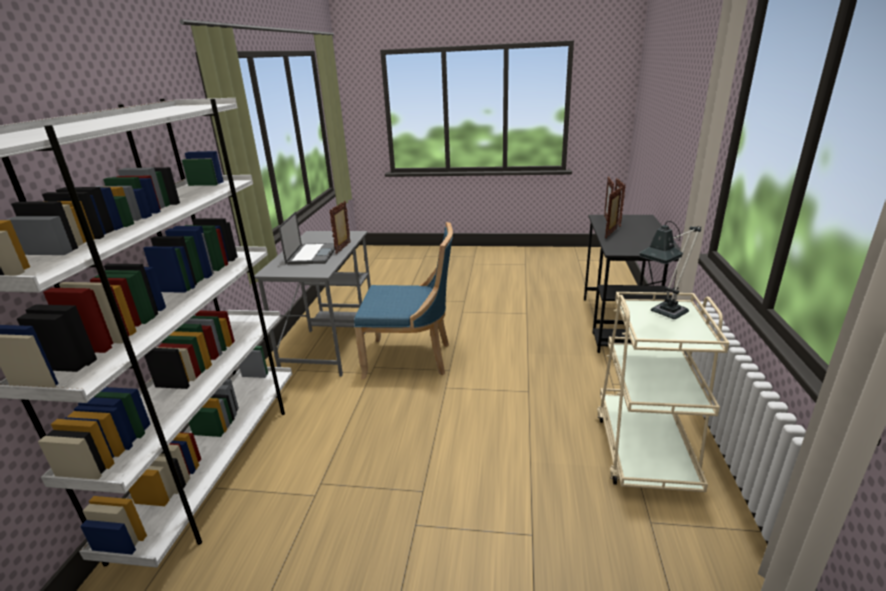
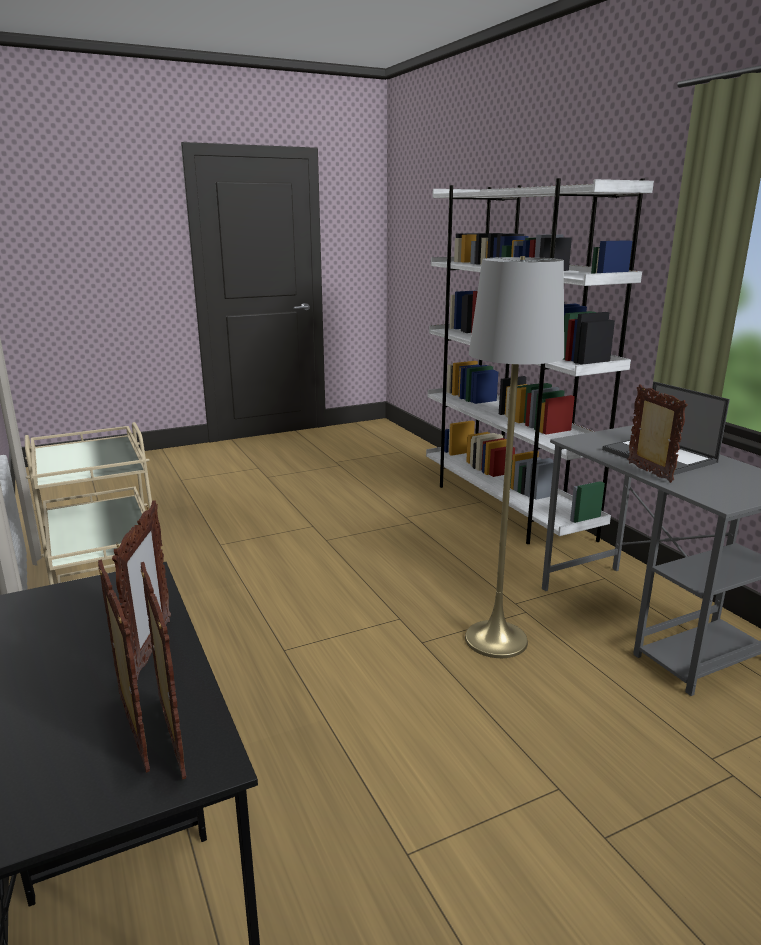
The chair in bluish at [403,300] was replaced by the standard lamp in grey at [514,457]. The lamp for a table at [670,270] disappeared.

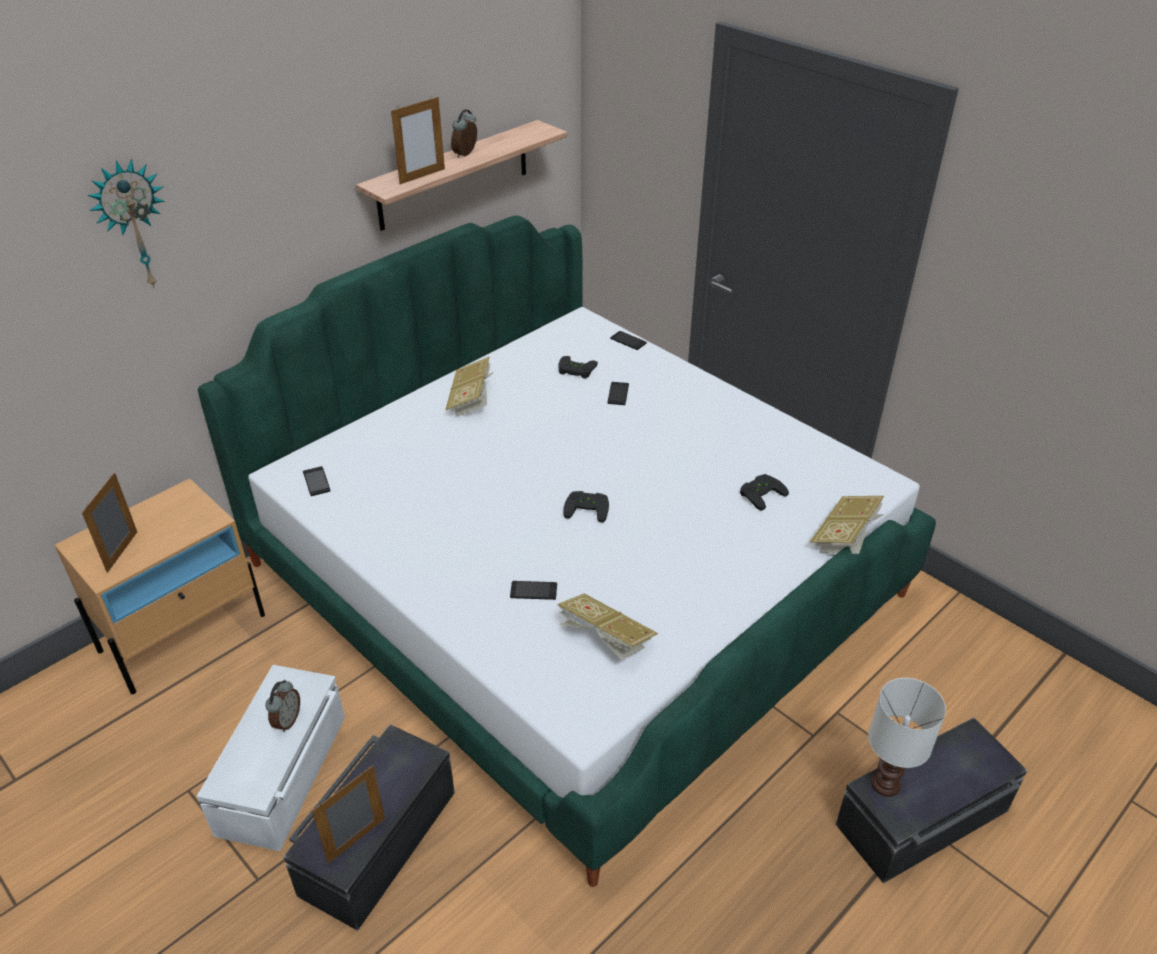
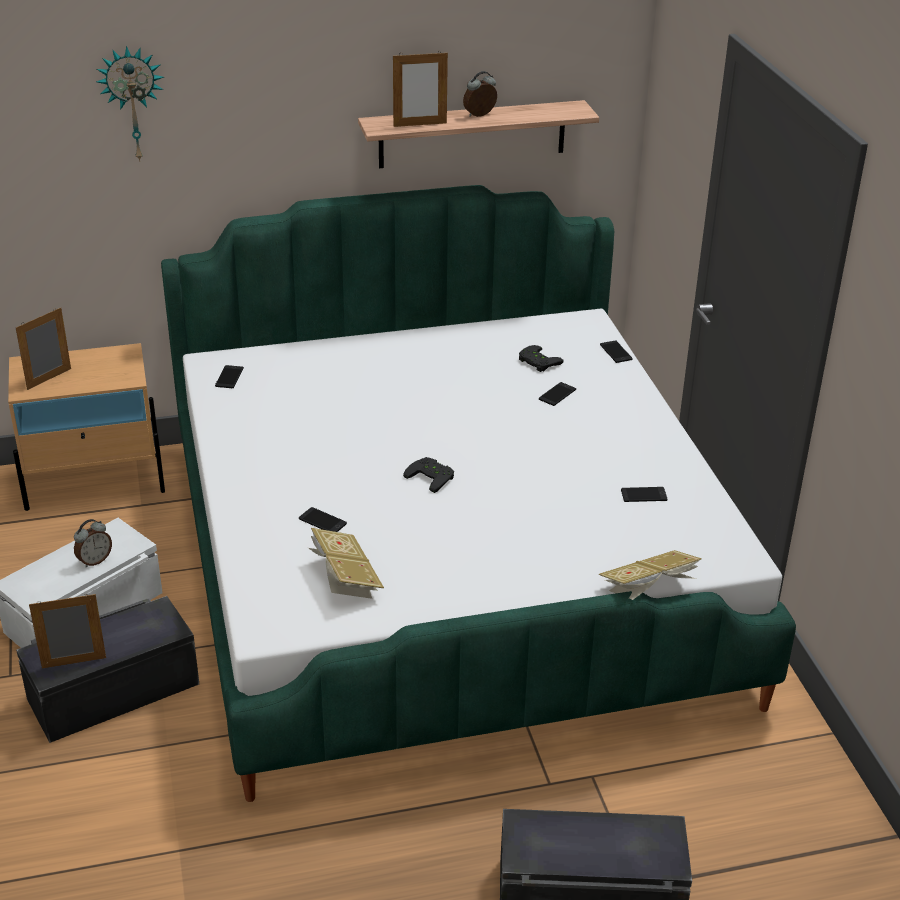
The volume at [469,387] disappeared. The joypad in blackish at [764,492] disappeared. The lamp for a table in white at [907,737] disappeared. The phone at [644,494] appeared.

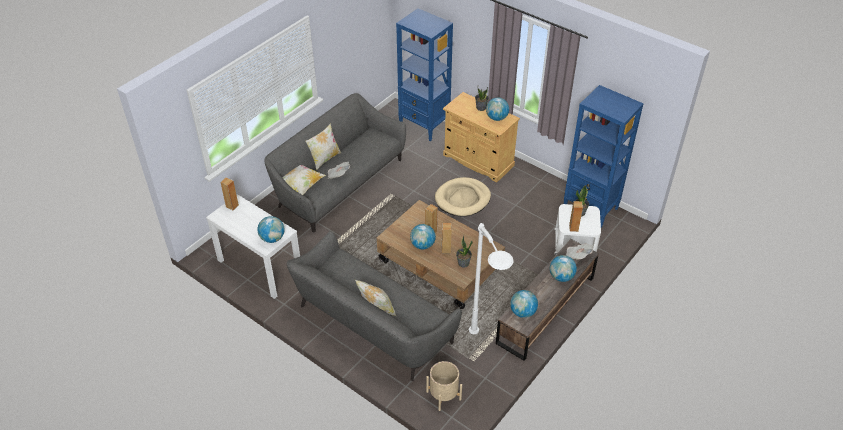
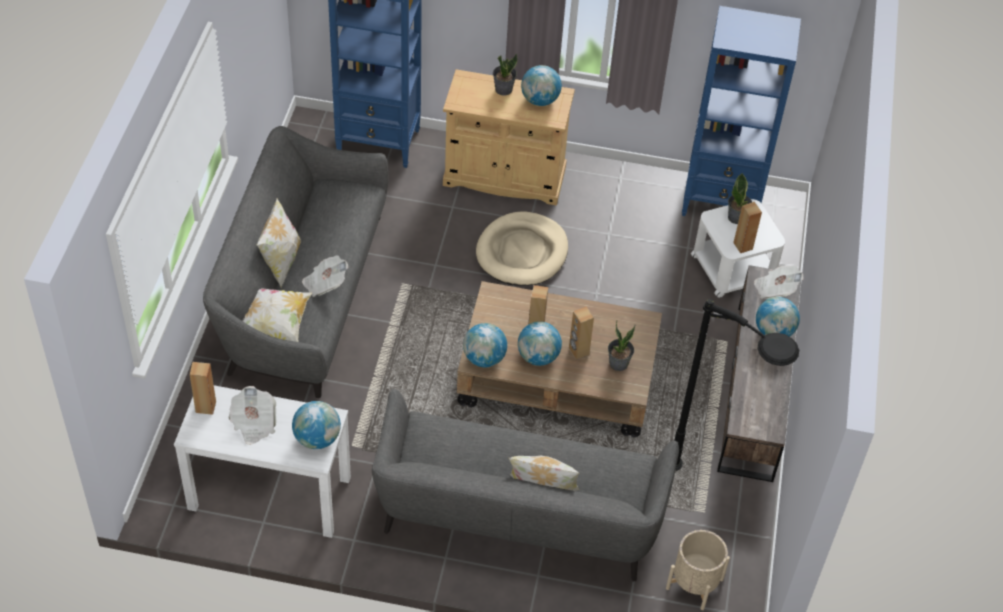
The standard lamp in white at [491,278] became the standard lamp in blackish at [736,385]. The desk globe moved from [524,304] to [485,345]. The printed paper at [253,415] appeared.

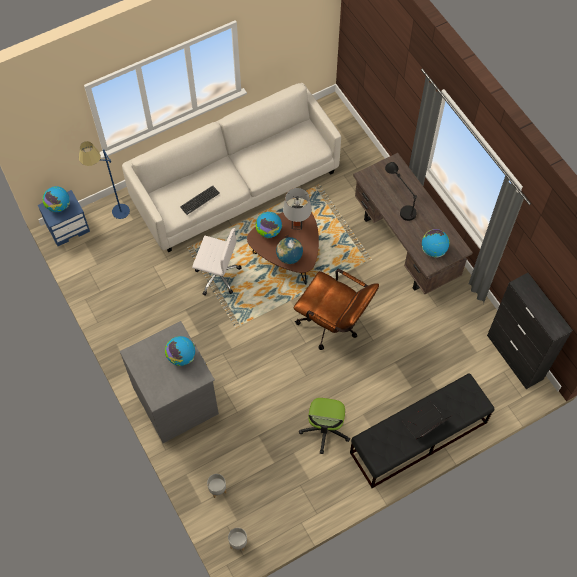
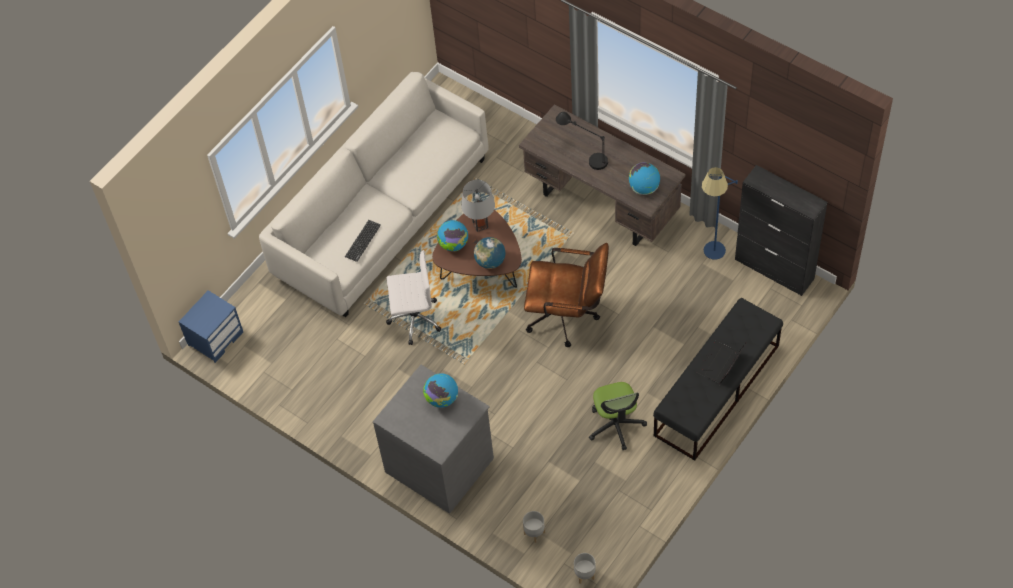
The desk globe at [56,199] disappeared. The standard lamp in bluish moved from [104,180] to [720,213].

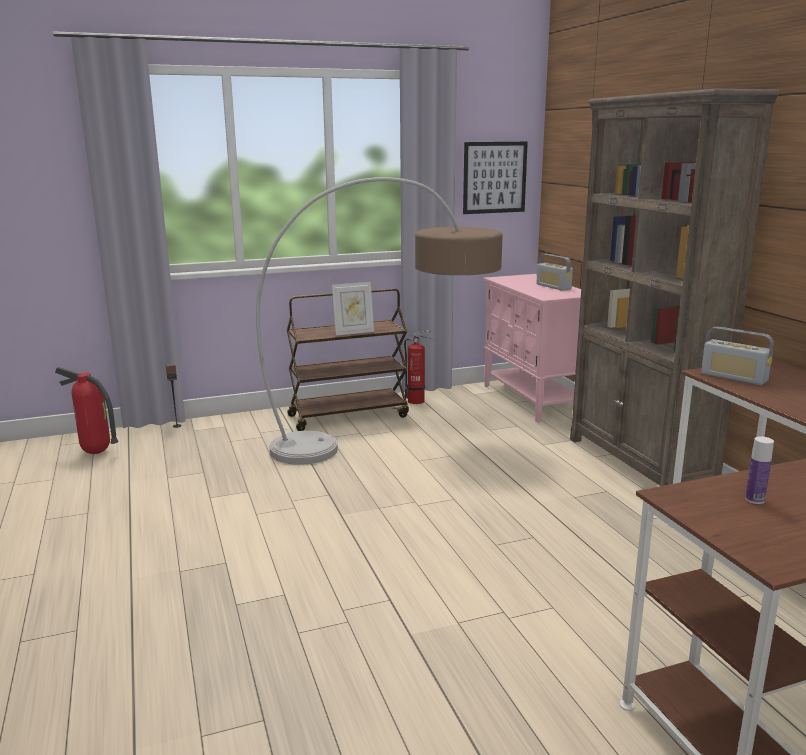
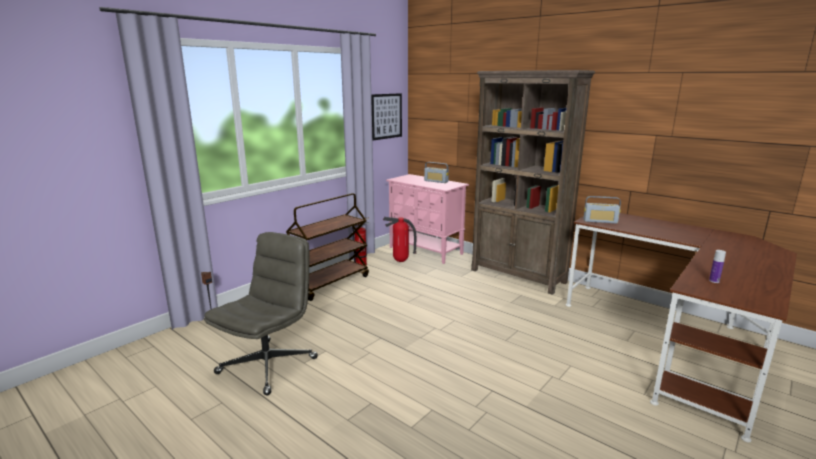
The fire-fighting cylinder moved from [86,410] to [399,239]. The standard lamp at [379,321] disappeared. The photo frame at [353,309] disappeared. The office chair in grey at [261,313] appeared.

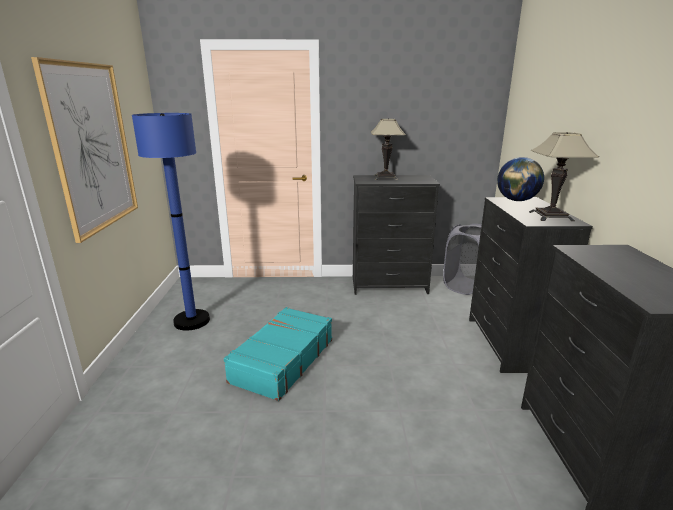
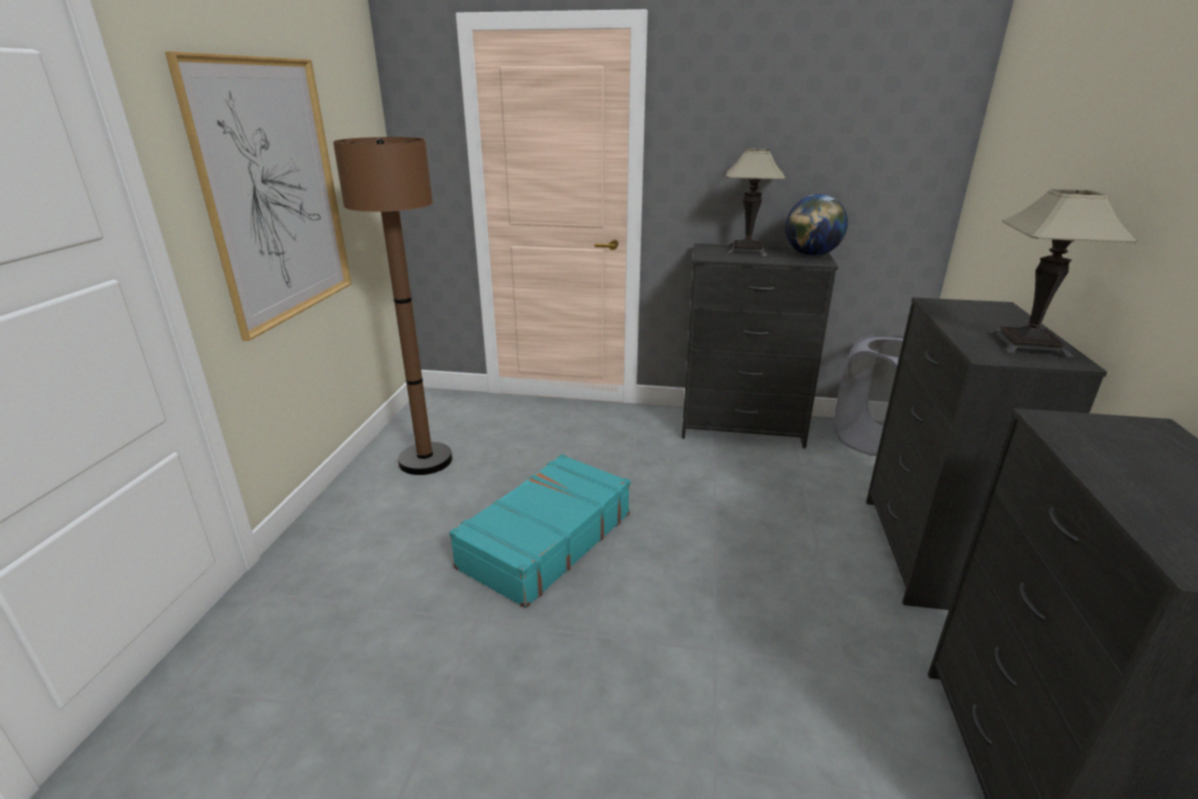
The standard lamp in bluish at [171,222] became the standard lamp in brown-coloured at [392,306]. The desk globe moved from [520,179] to [816,225].

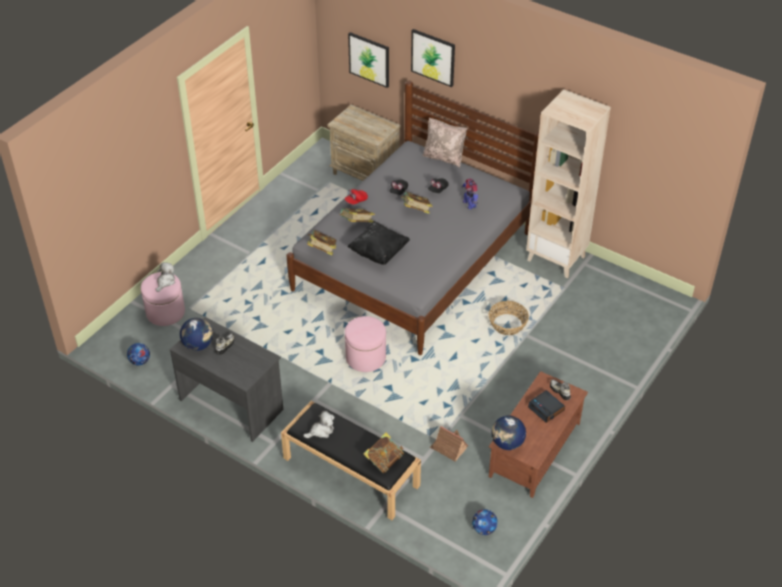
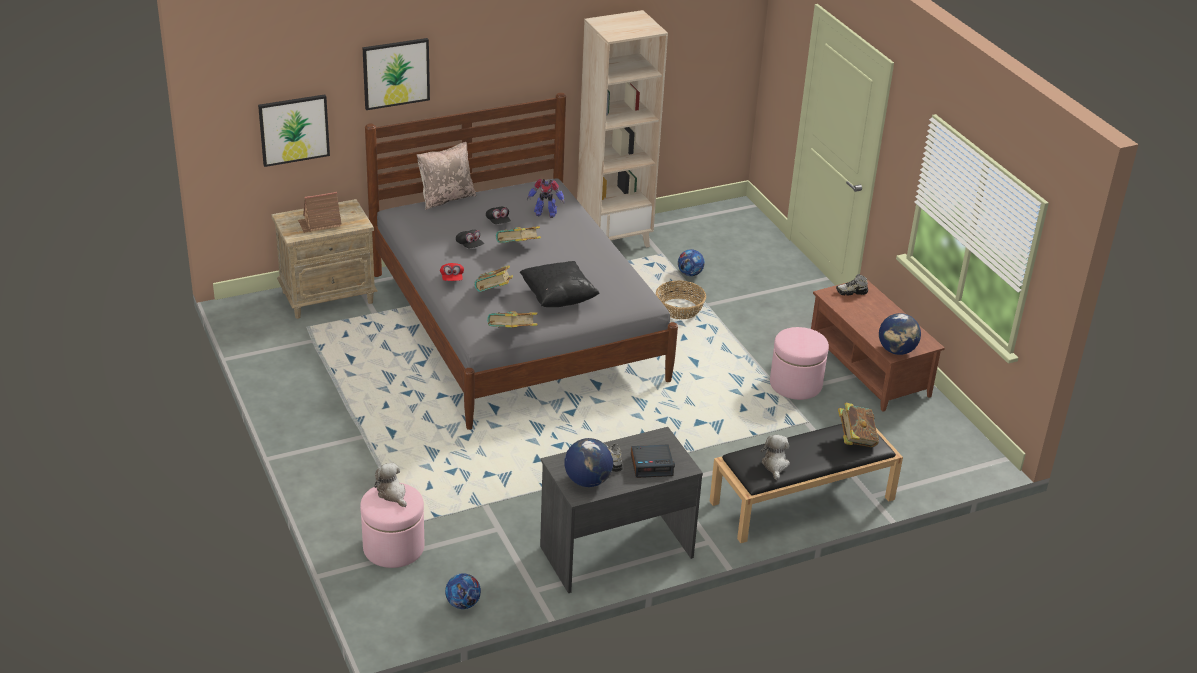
The footrest in pink-coloured moved from [365,344] to [799,363]. The model house moved from [449,443] to [320,212]. The ball for football moved from [485,522] to [691,262]. The bedside clock moved from [546,406] to [653,461].

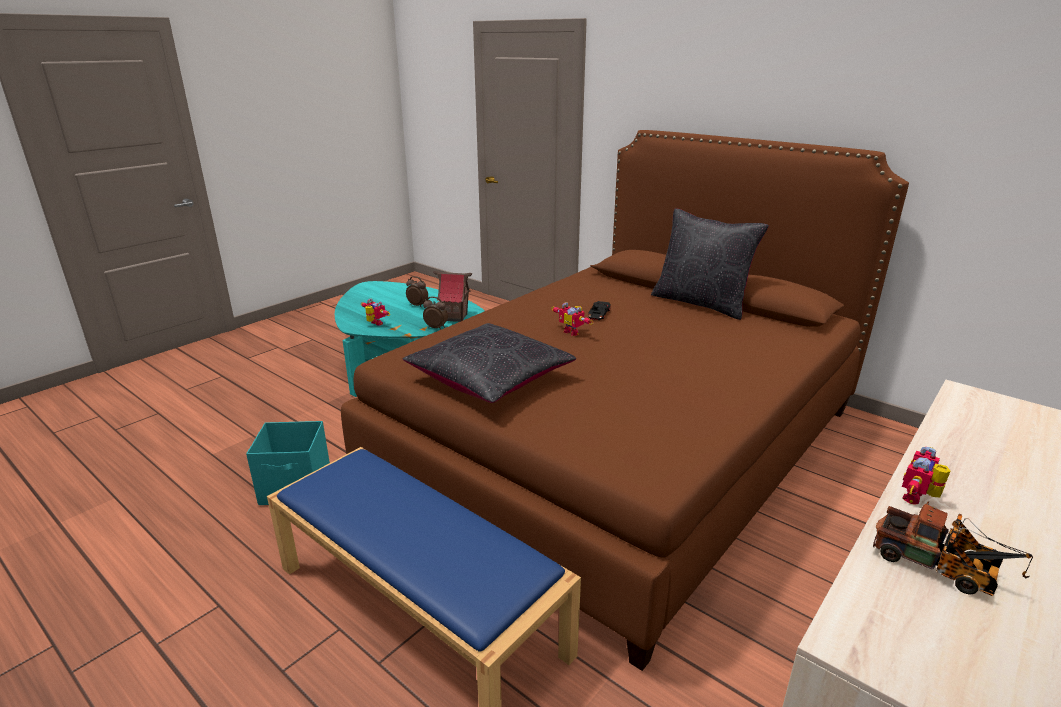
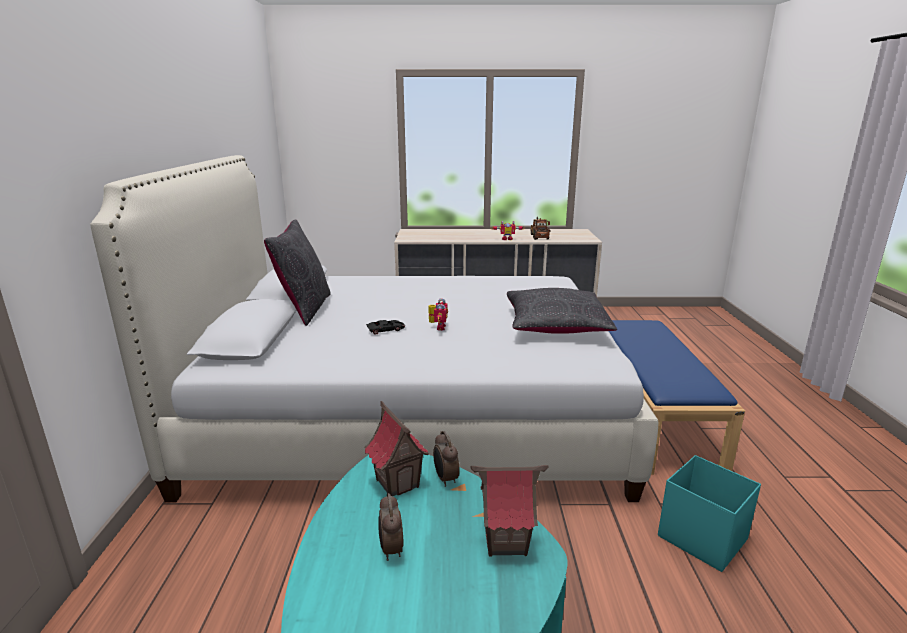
The sleeping bed in brown-coloured at [625,400] became the sleeping bed in white at [374,328]. The model robot at [375,312] was replaced by the model house at [509,511].

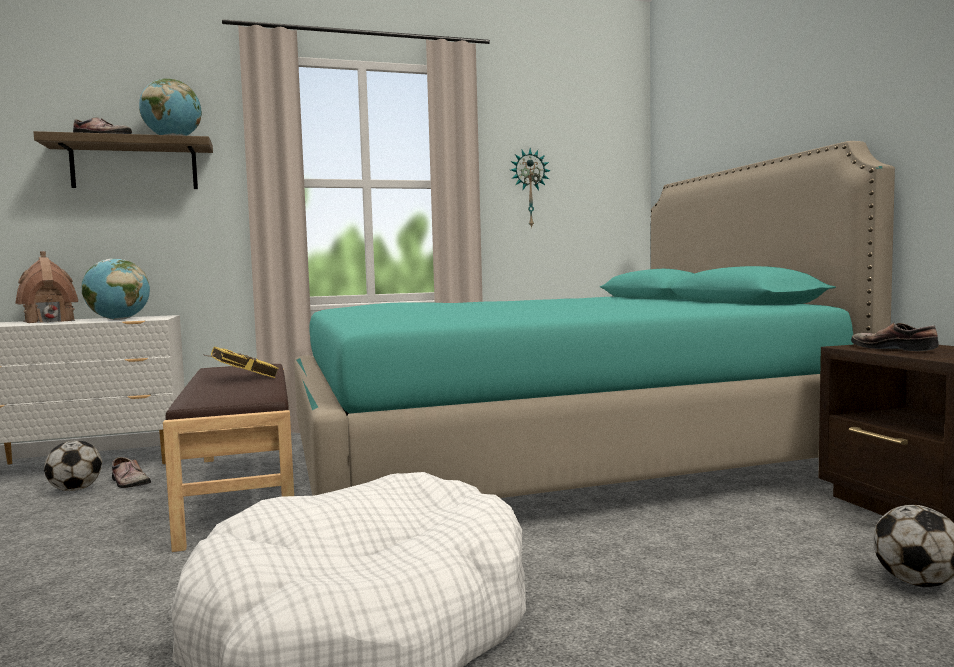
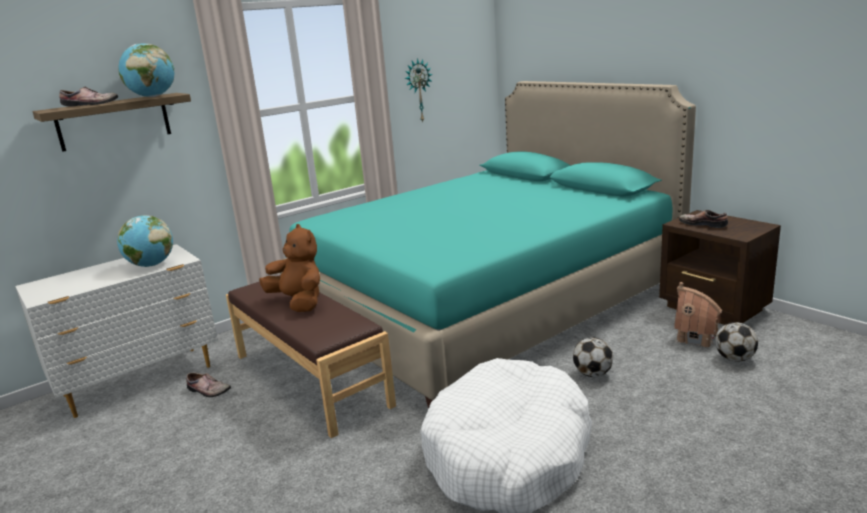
The model house moved from [46,287] to [698,314]. The ball for football moved from [73,465] to [593,357]. The volume in yellow at [242,362] was replaced by the cuddly toy in brown-coloured at [289,268].

